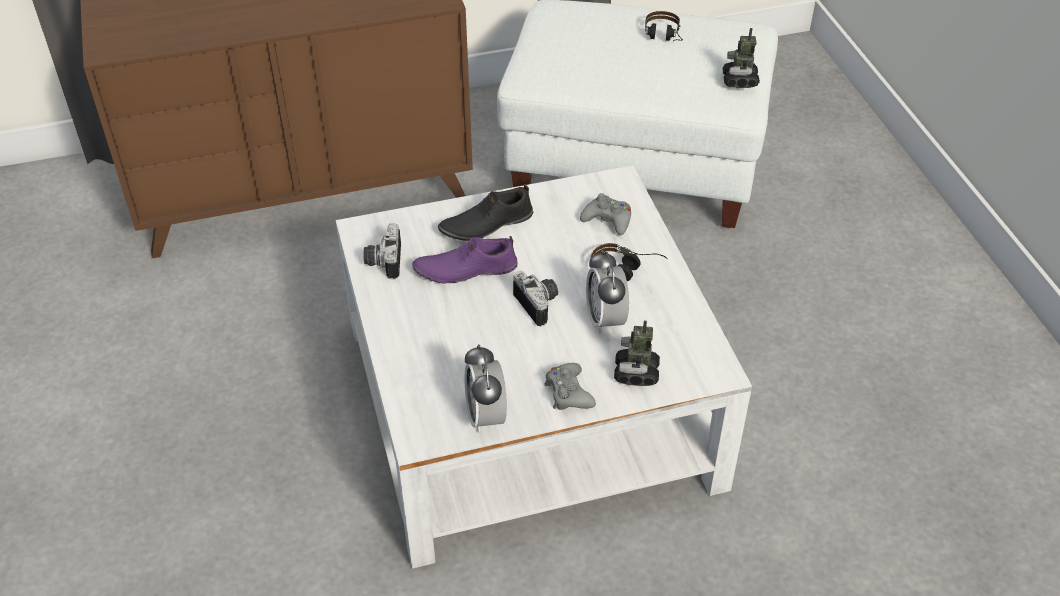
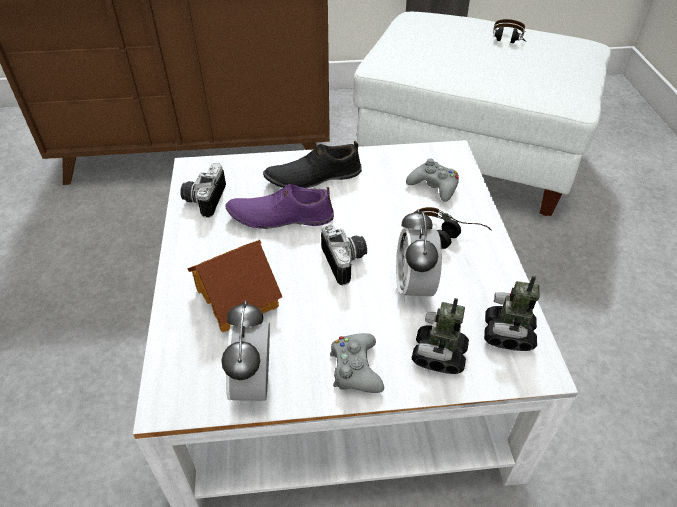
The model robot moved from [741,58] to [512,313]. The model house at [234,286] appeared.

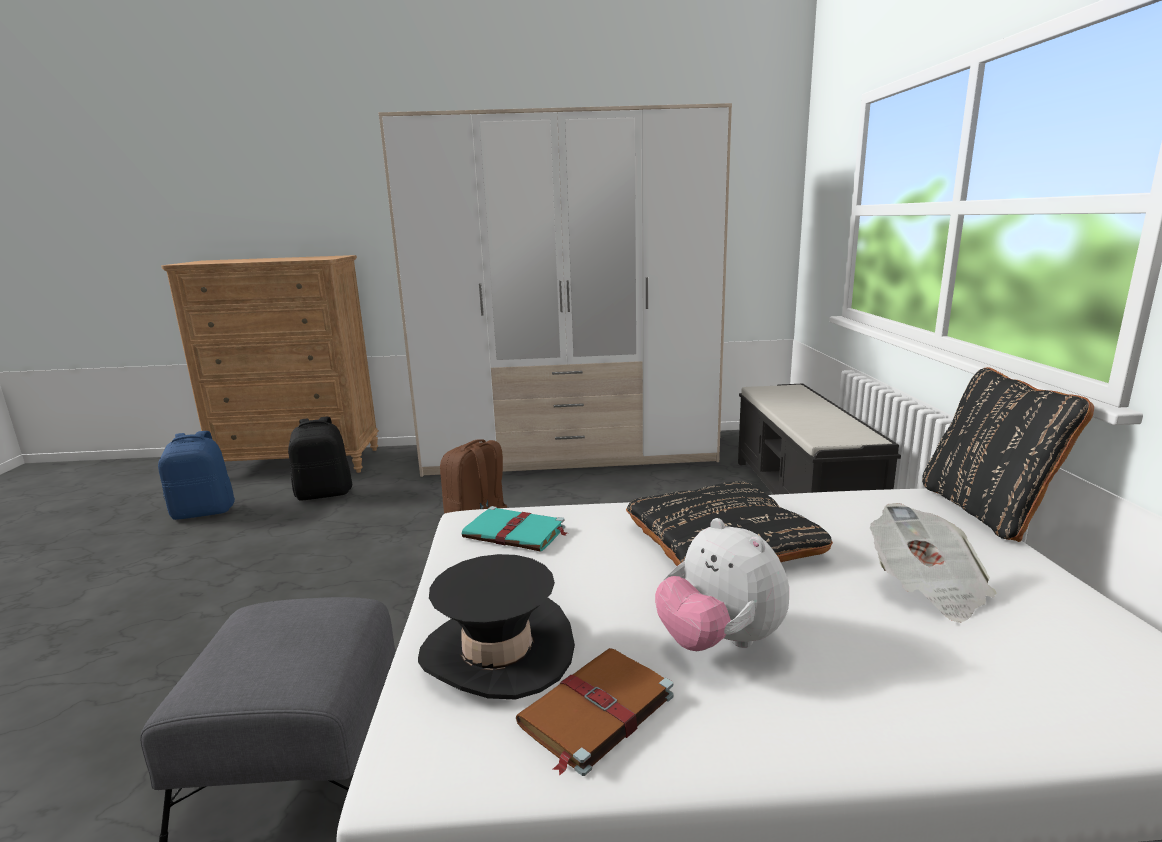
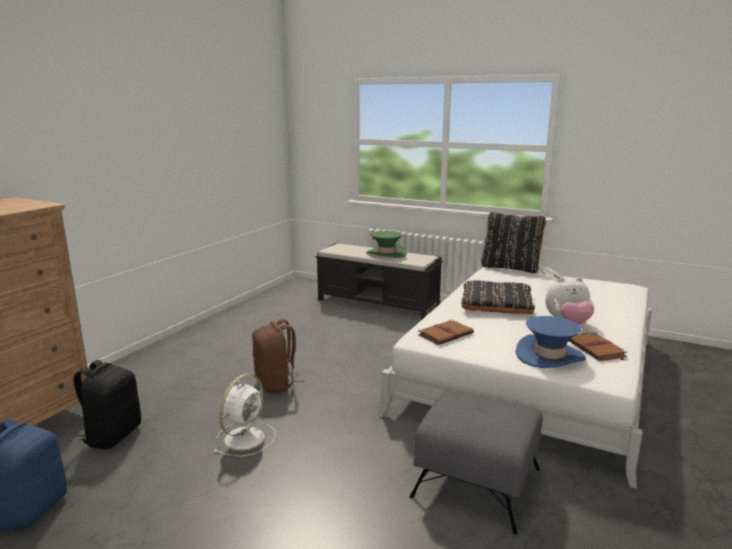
The clothes cupboard at [555,290] disappeared. The clothing hat in blackish at [496,626] became the clothing hat in bluish at [550,342]. The volume in blue-green at [514,529] became the volume in brown-coloured at [446,332]. The electric fan in white at [245,415] appeared. The clothing hat in green at [386,244] appeared.

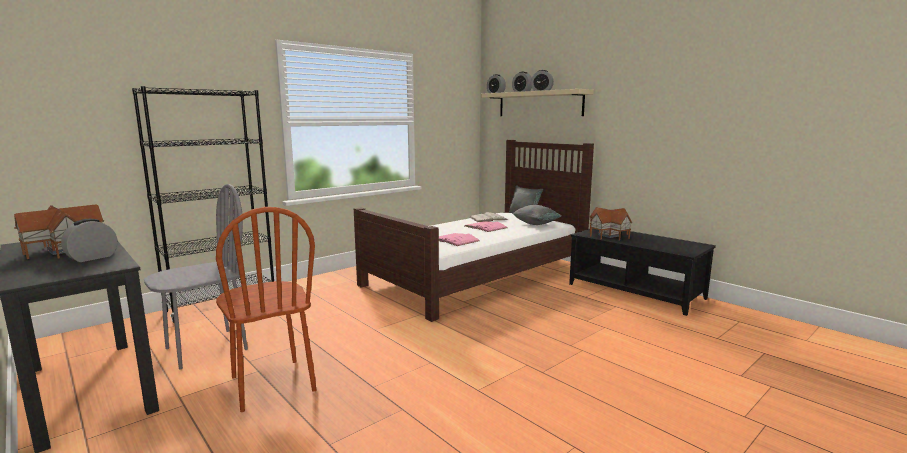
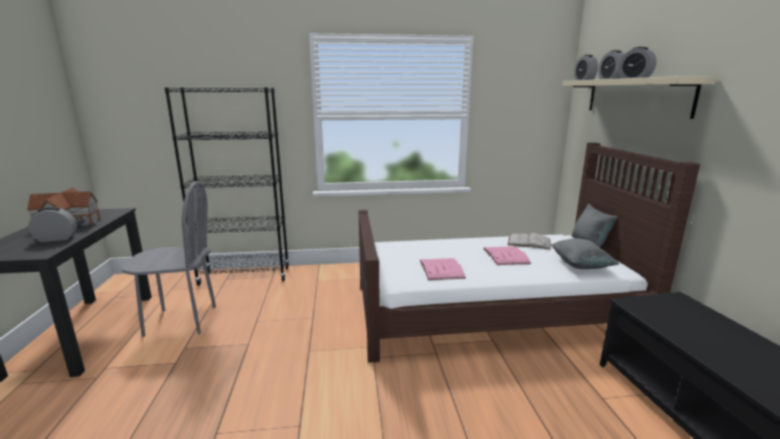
The chair in brown-coloured at [266,309] disappeared. The model house at [610,224] disappeared.

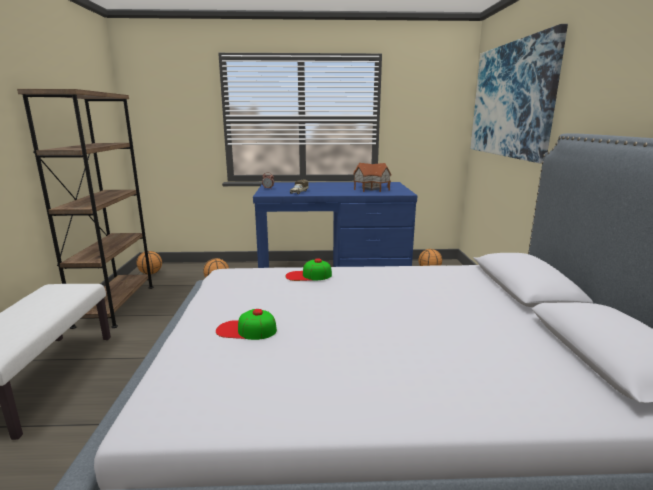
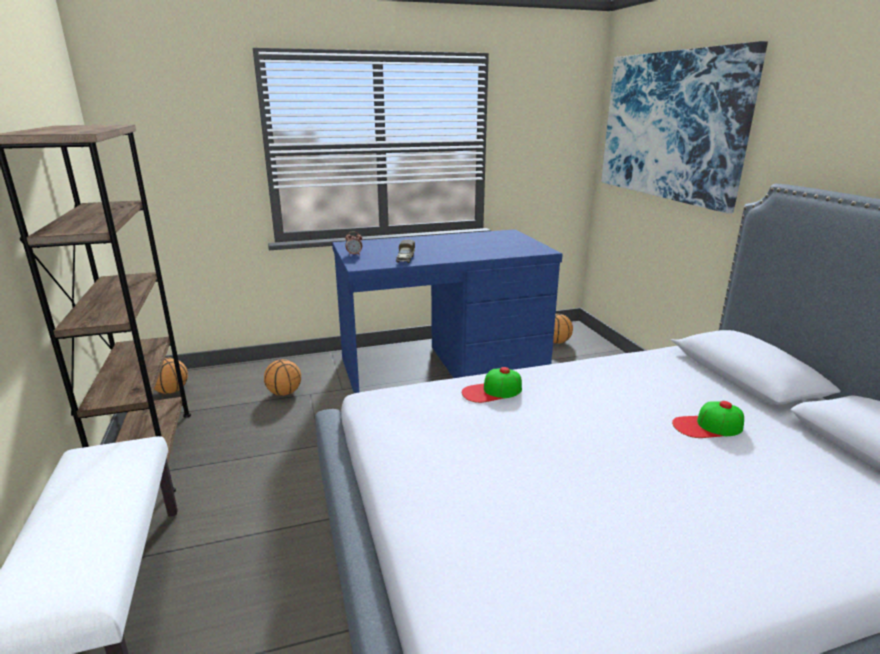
The cap moved from [246,324] to [708,419]. The model house at [372,177] disappeared.

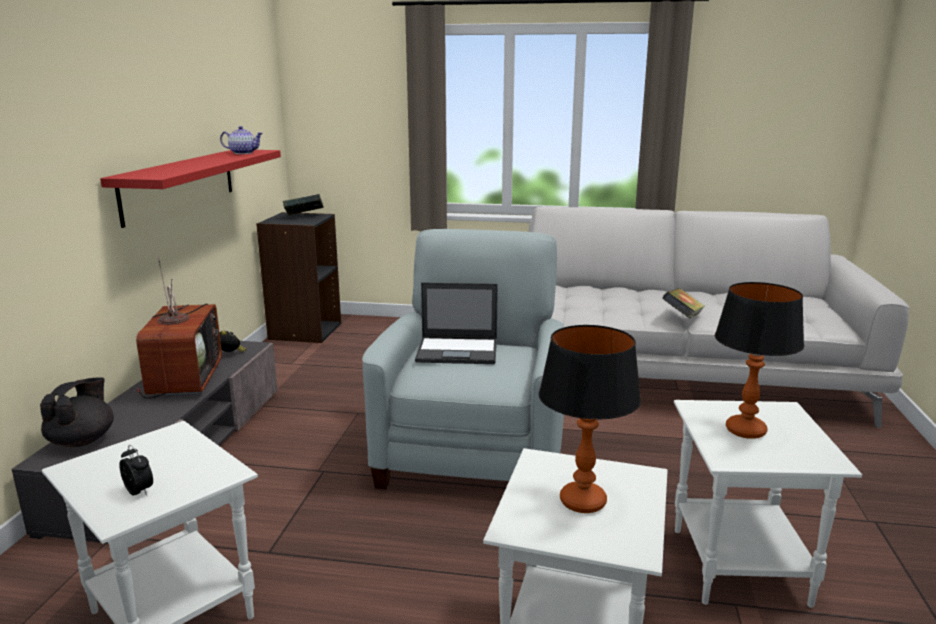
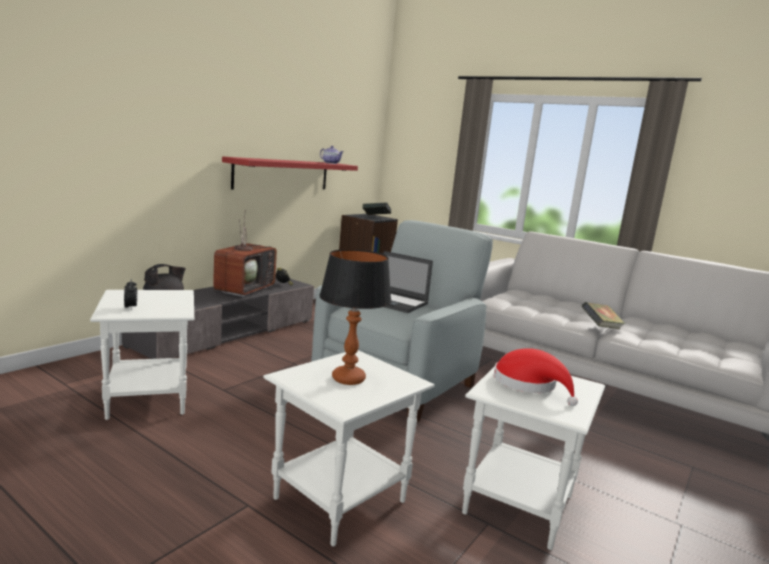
The lamp for a table at [759,360] was replaced by the clothing hat in reddish at [536,377].

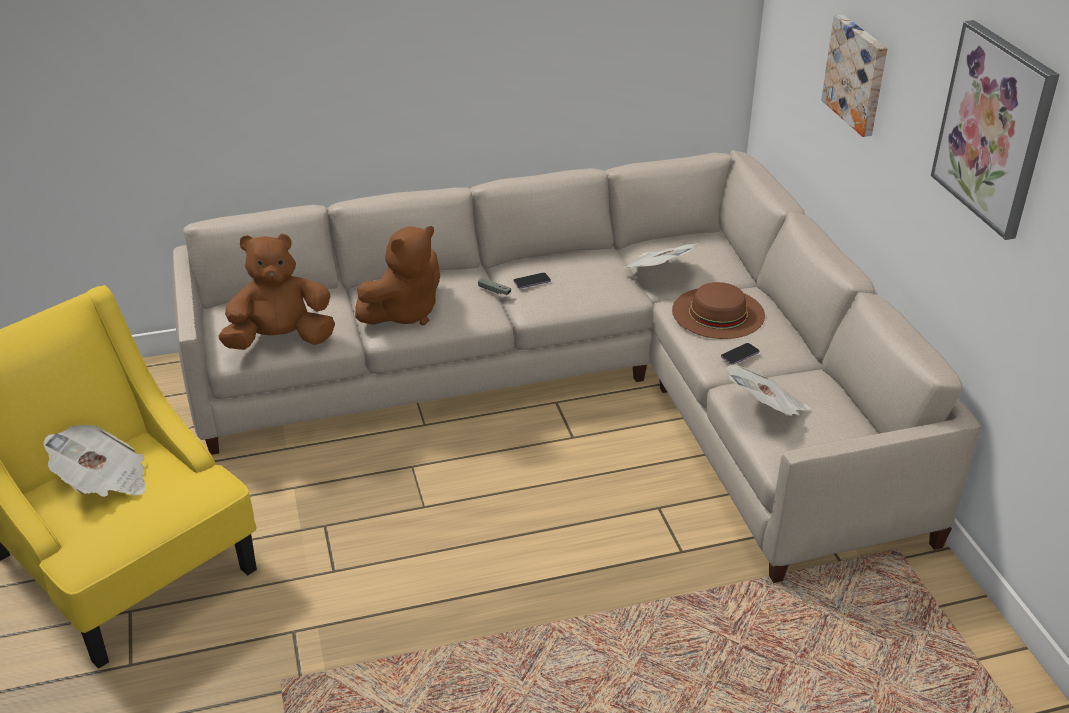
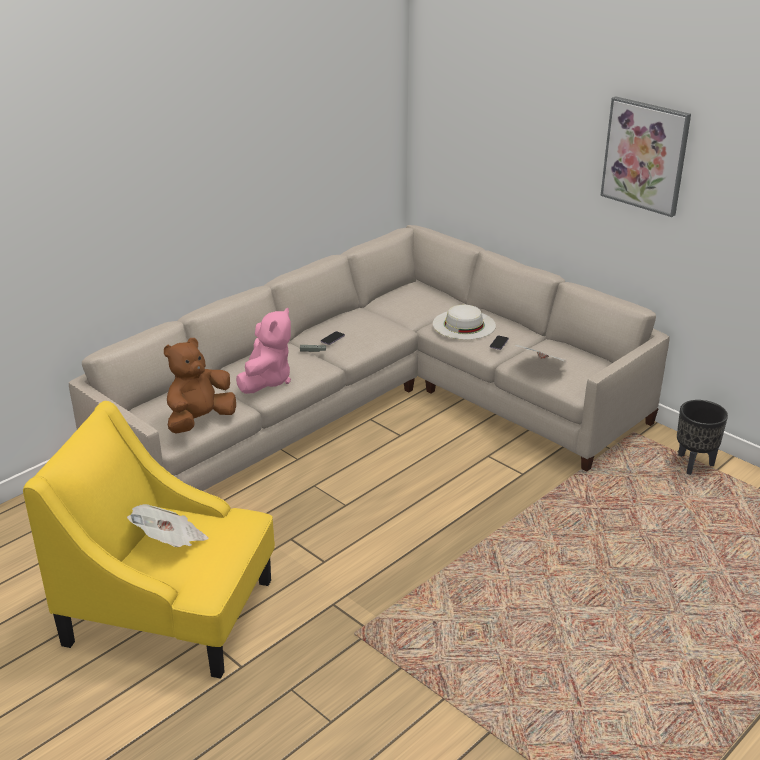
The cuddly toy in brown-coloured at [397,275] became the cuddly toy in pink-coloured at [263,351]. The printed paper at [660,255] disappeared. The clothing hat in brown-coloured at [718,310] became the clothing hat in white at [464,322]. The wall picture at [854,76] disappeared. The plant pot in blackish at [702,437] appeared.

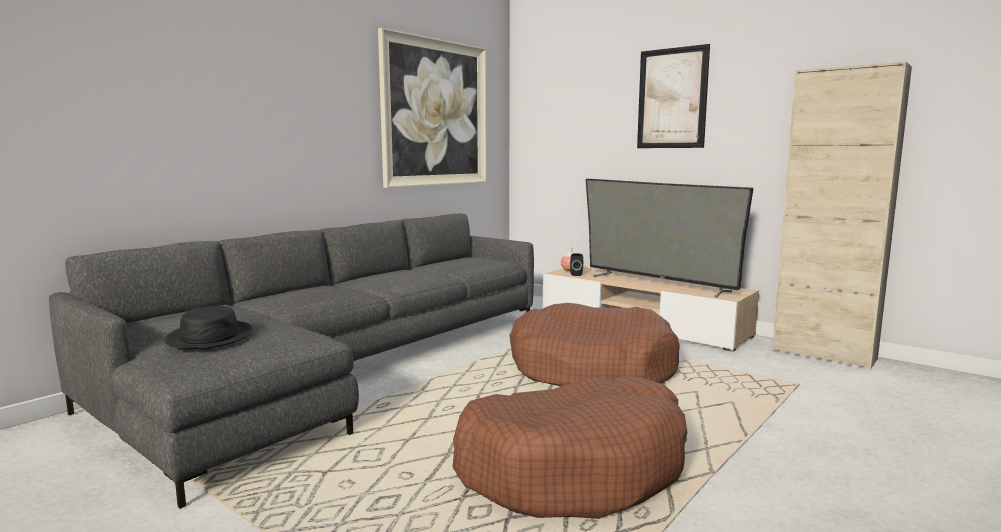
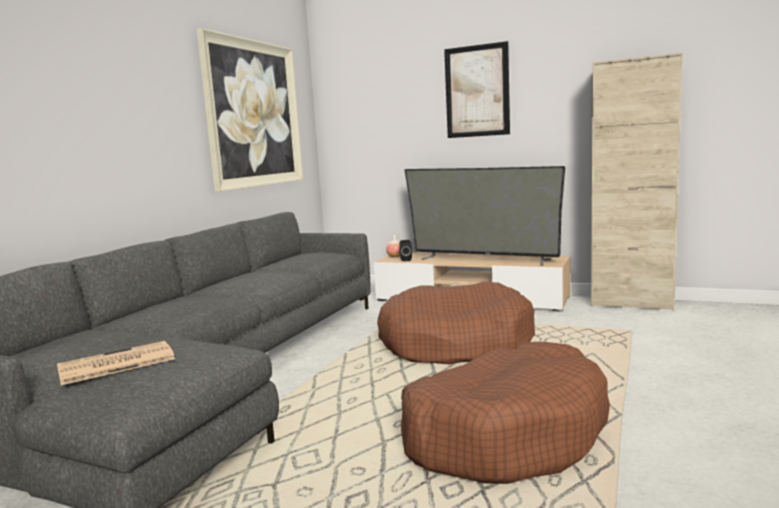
The clothing hat in blackish at [208,327] was replaced by the printed paper at [116,363].

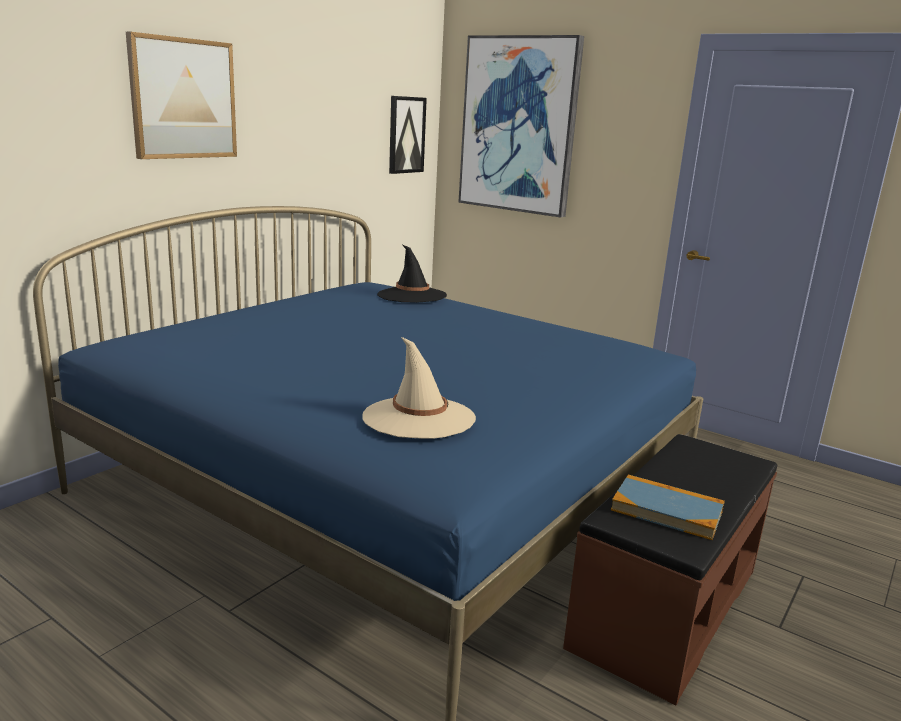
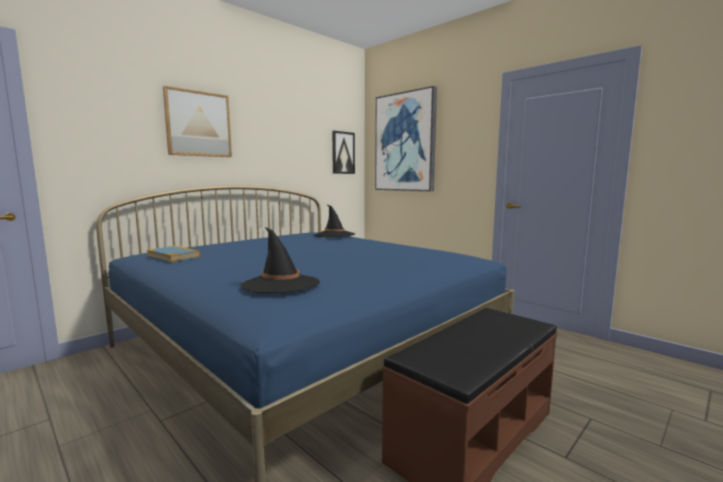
The clothing hat in sand-coloured at [419,387] became the clothing hat in blackish at [280,260]. The volume moved from [668,507] to [173,254].

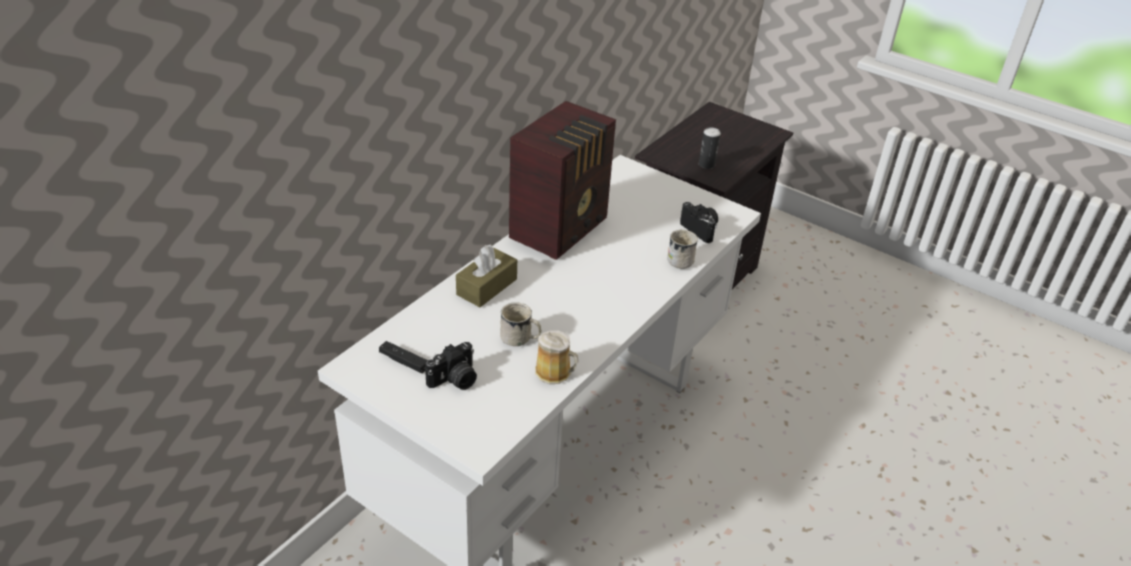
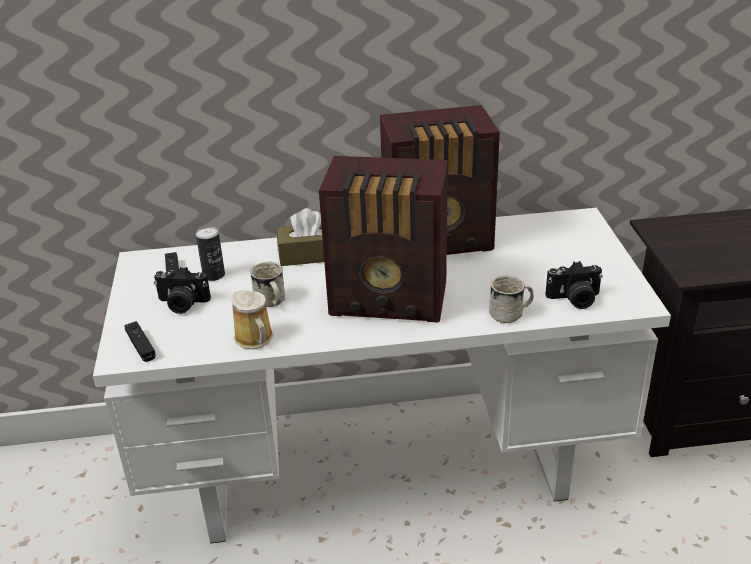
The photo camera at [699,222] turned 75 degrees clockwise. The metal can moved from [710,148] to [210,253]. The joypad in blackish at [140,341] appeared. The radio at [383,239] appeared.

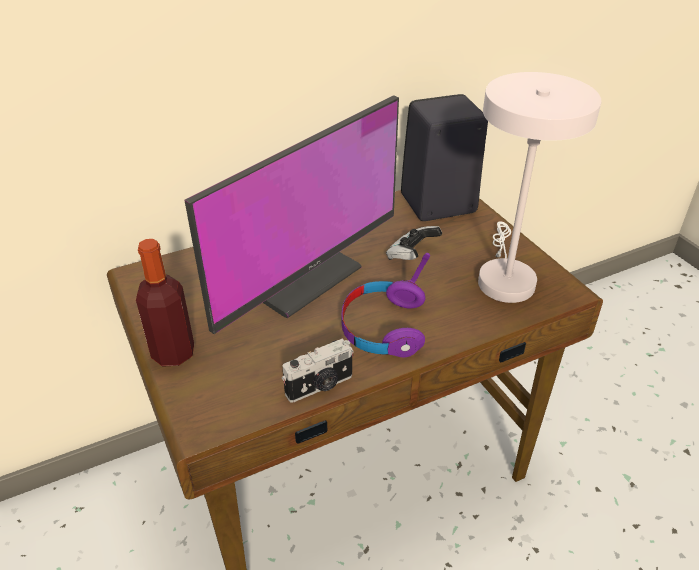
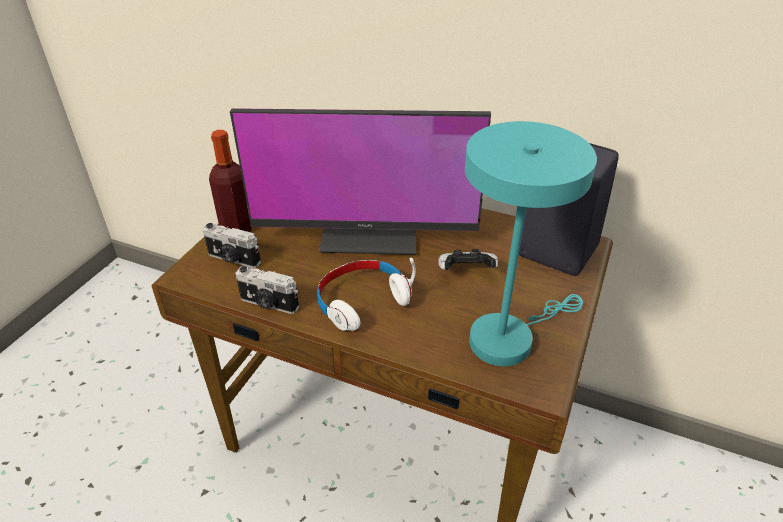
The pair of headphones in purple-coloured at [385,305] became the pair of headphones in white at [366,294]. The lamp for a table in white at [539,187] became the lamp for a table in blue-green at [531,243]. The photo camera at [232,245] appeared.

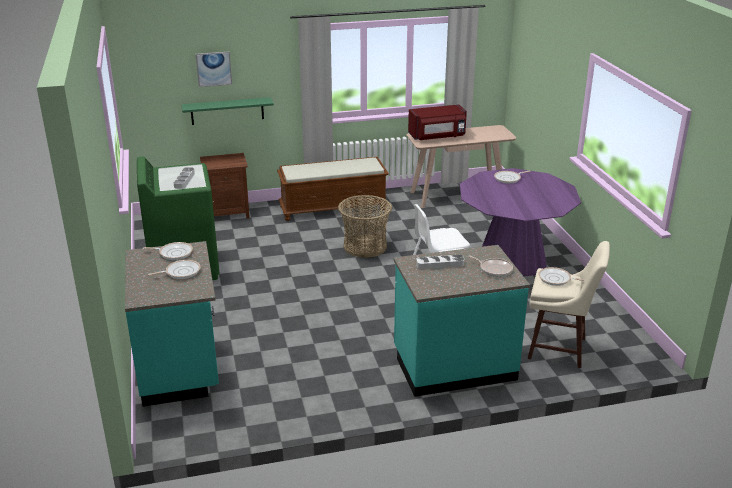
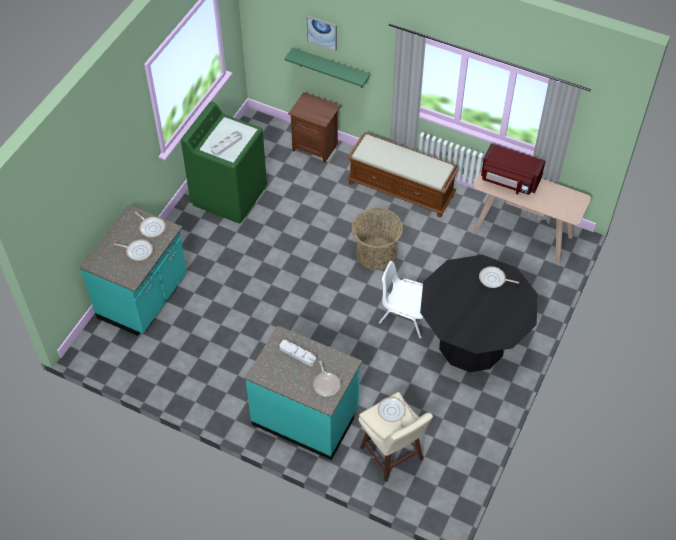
The dining table in purple-coloured at [520,222] became the dining table in blackish at [478,313].

